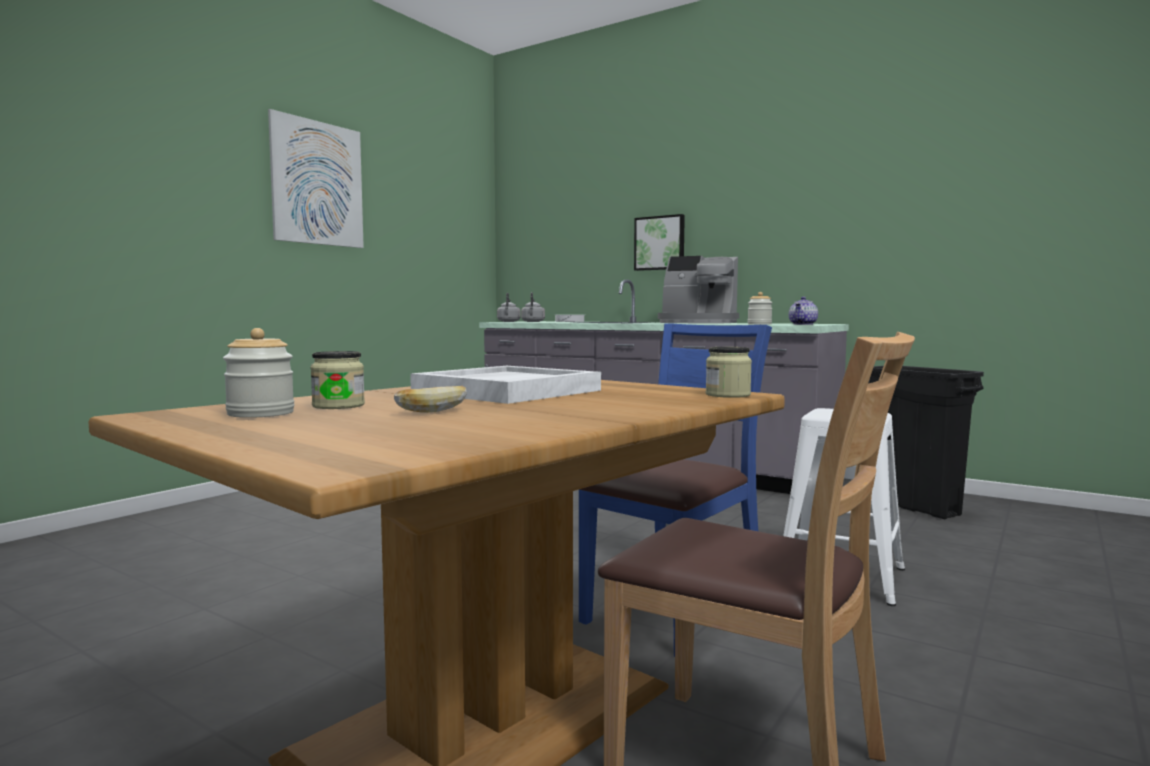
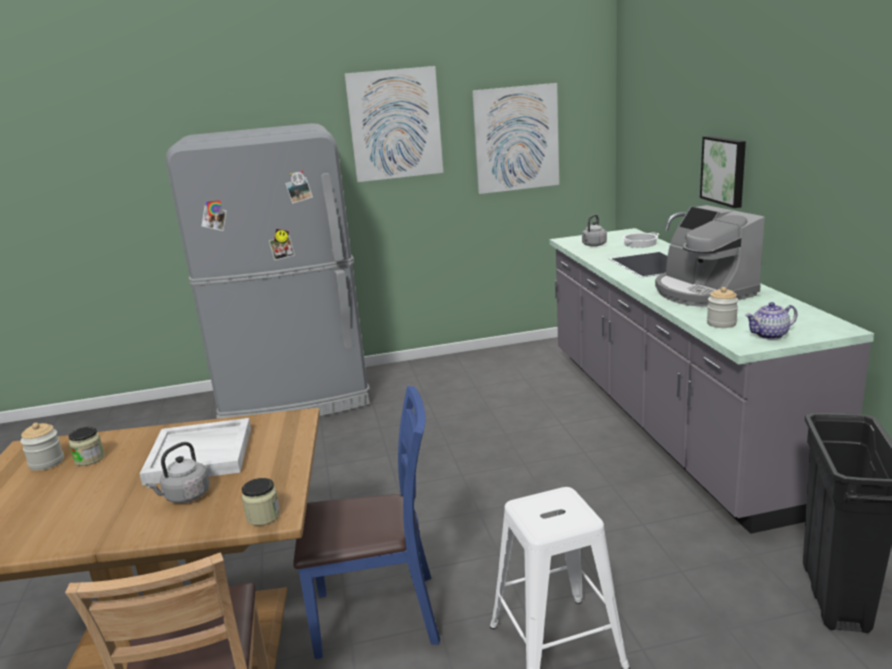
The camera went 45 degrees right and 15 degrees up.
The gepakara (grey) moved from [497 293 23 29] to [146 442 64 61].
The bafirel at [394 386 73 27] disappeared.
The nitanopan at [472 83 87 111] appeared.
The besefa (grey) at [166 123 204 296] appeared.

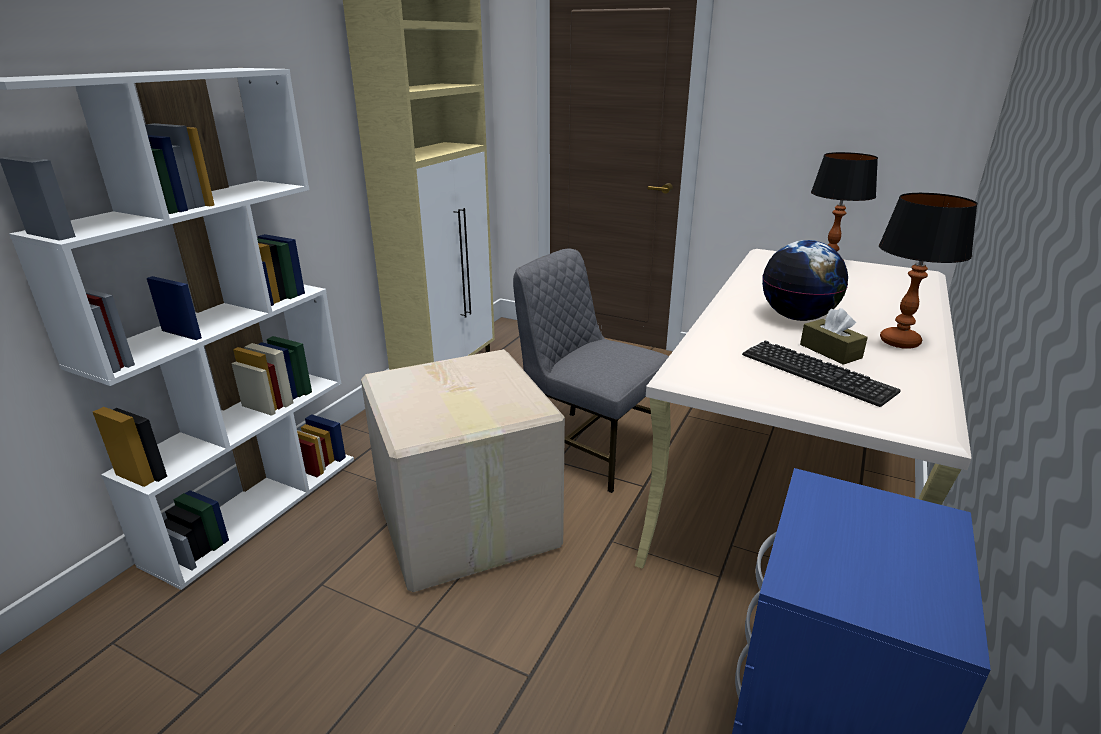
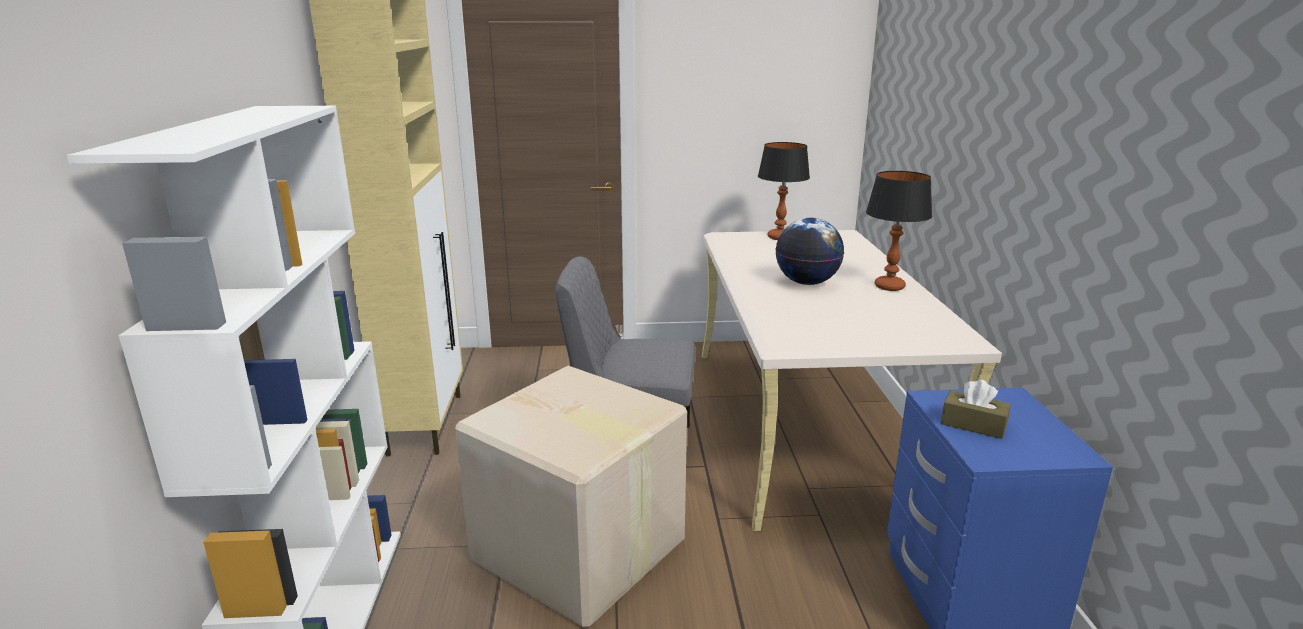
The camera went 30 degrees left and 5 degrees down.
The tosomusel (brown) moved from [800 308 68 57] to [941 380 70 59].
The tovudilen at [742 340 159 67] disappeared.

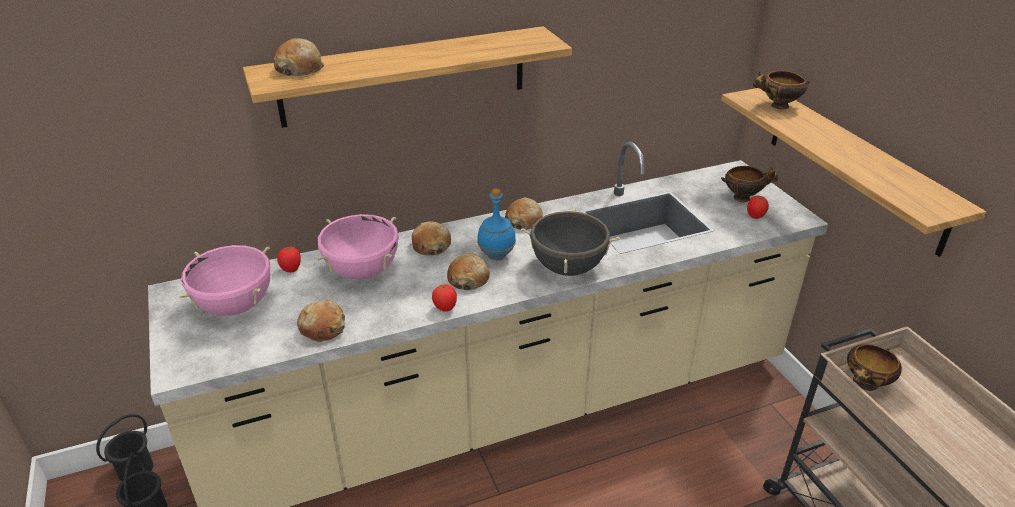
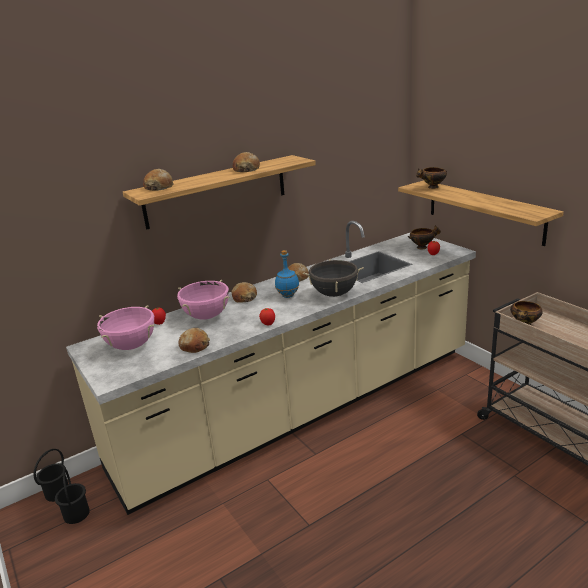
The camera went 10 degrees left and 10 degrees down.
The bafirel moved from [447 253 43 37] to [233 152 27 20].

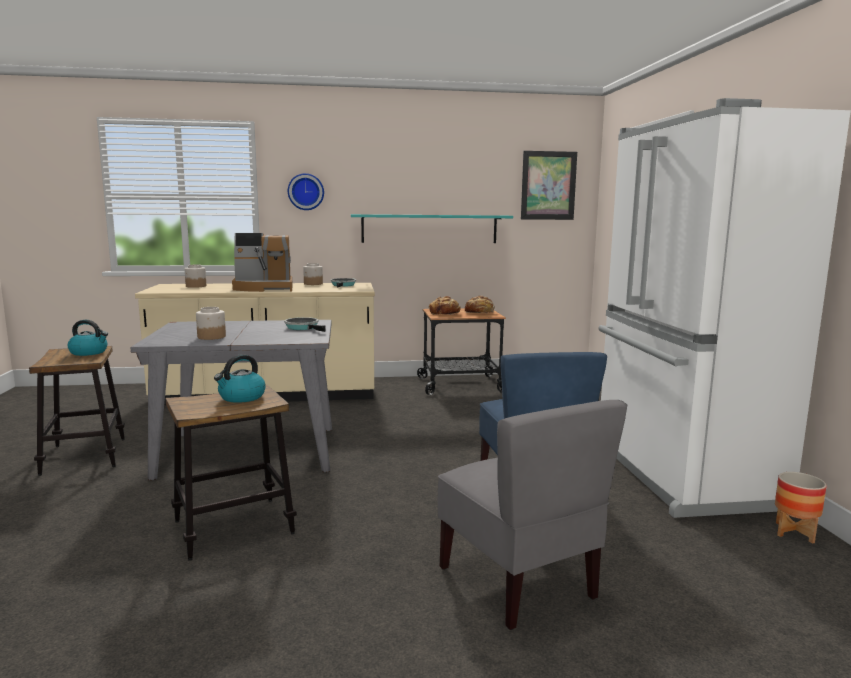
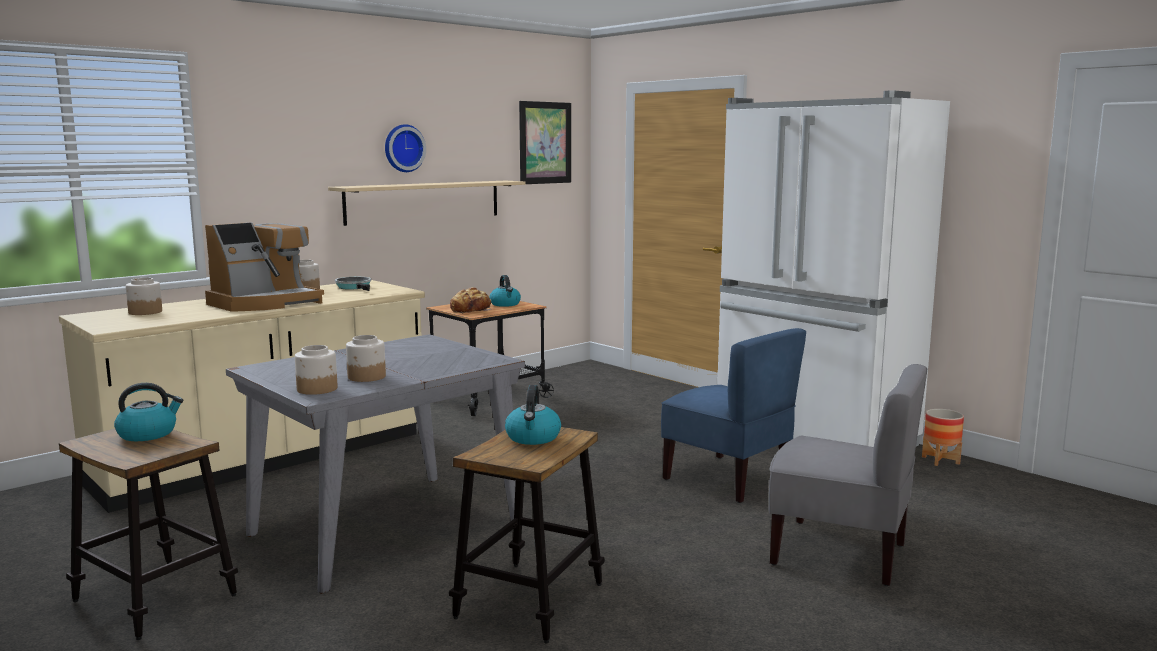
The camera went 35 degrees left and 0 degrees up.
The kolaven moved from [288 173 36 37] to [385 124 41 48].
The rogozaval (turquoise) at [351 214 162 29] became the rogozaval (beige) at [328 181 197 45].
The bafirel at [465 296 30 18] was replaced by the gepakara at [490 275 31 32].
The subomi at [284 317 42 15] disappeared.
The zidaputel at [295 345 42 50] appeared.

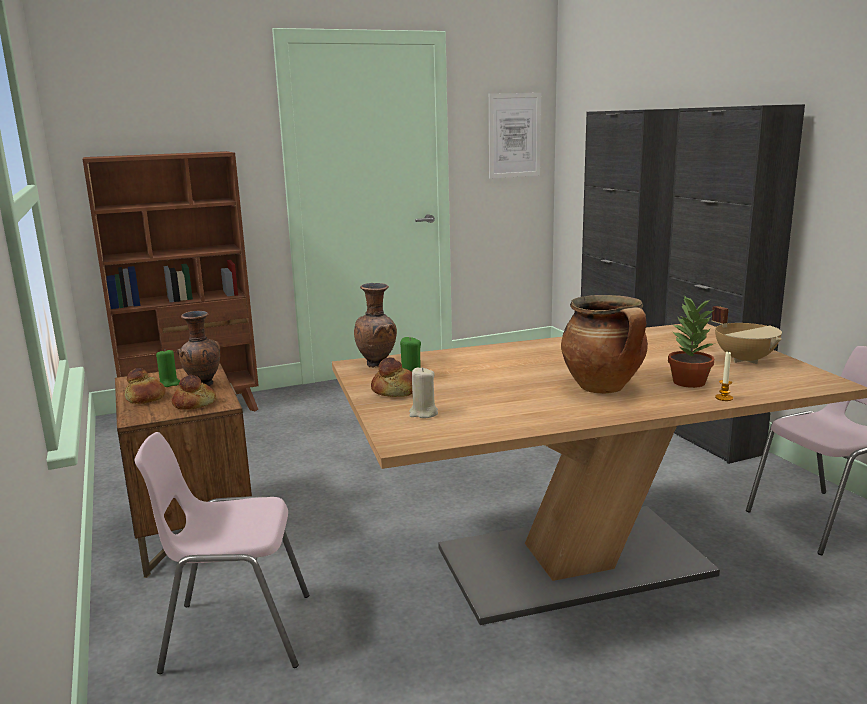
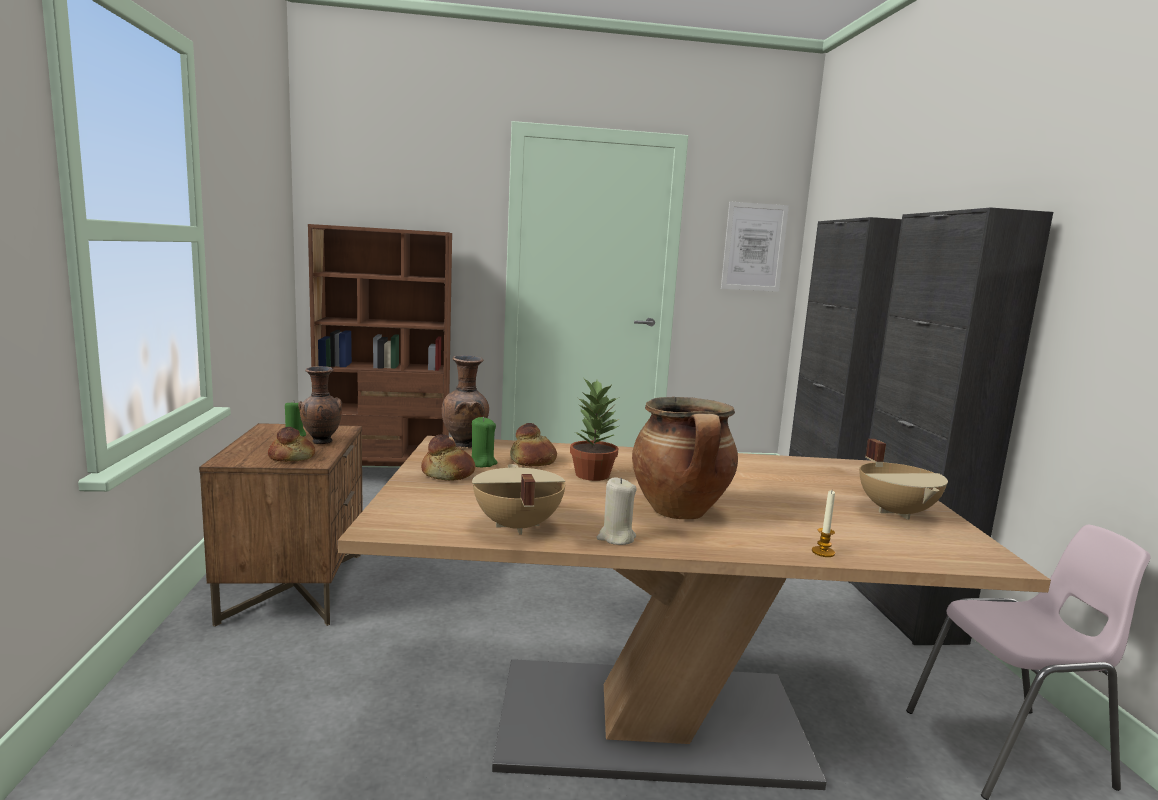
The camera went 15 degrees right and 5 degrees down.
The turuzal moved from [668 296 47 92] to [570 377 49 104].
The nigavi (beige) moved from [409 367 29 51] to [597 477 40 68].
The bafirel moved from [125 368 41 36] to [510 423 47 44].
The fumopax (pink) at [134 432 175 242] disappeared.
The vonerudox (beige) at [472 464 94 71] appeared.

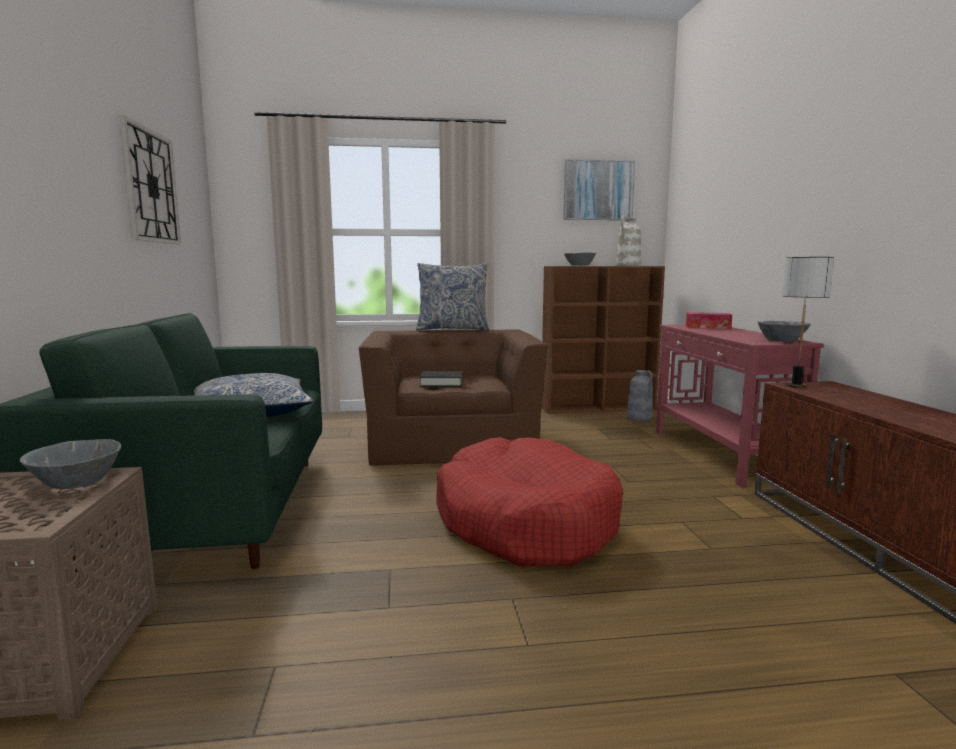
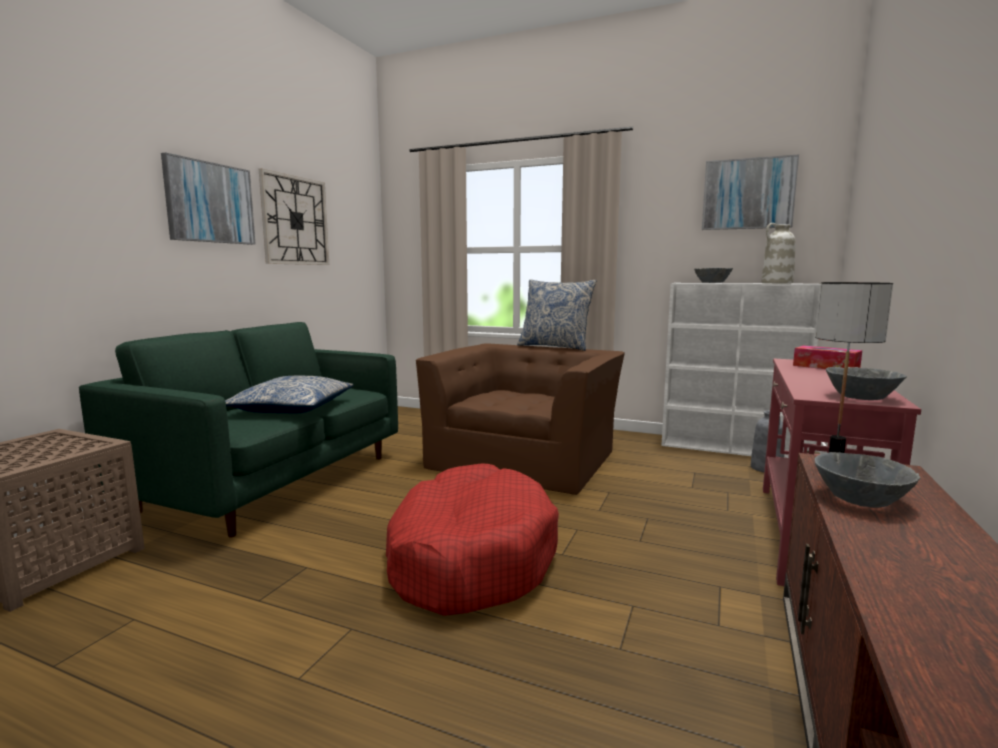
The camera went 30 degrees right and 0 degrees up.
The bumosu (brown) at [541 266 124 148] became the bumosu (white) at [661 283 160 175].
The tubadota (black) at [420 371 43 16] disappeared.
The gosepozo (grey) moved from [20 439 101 50] to [815 452 105 56].
The nitanopan at [161 153 95 92] appeared.

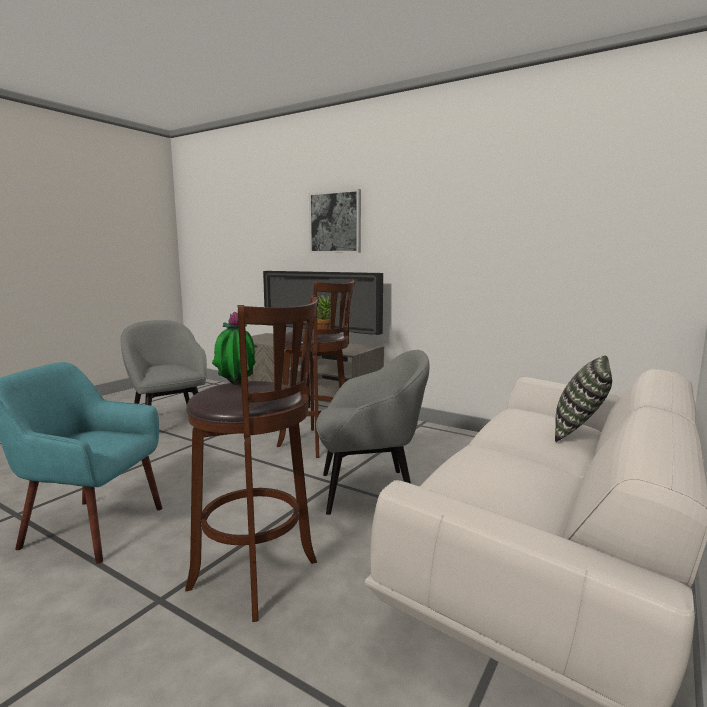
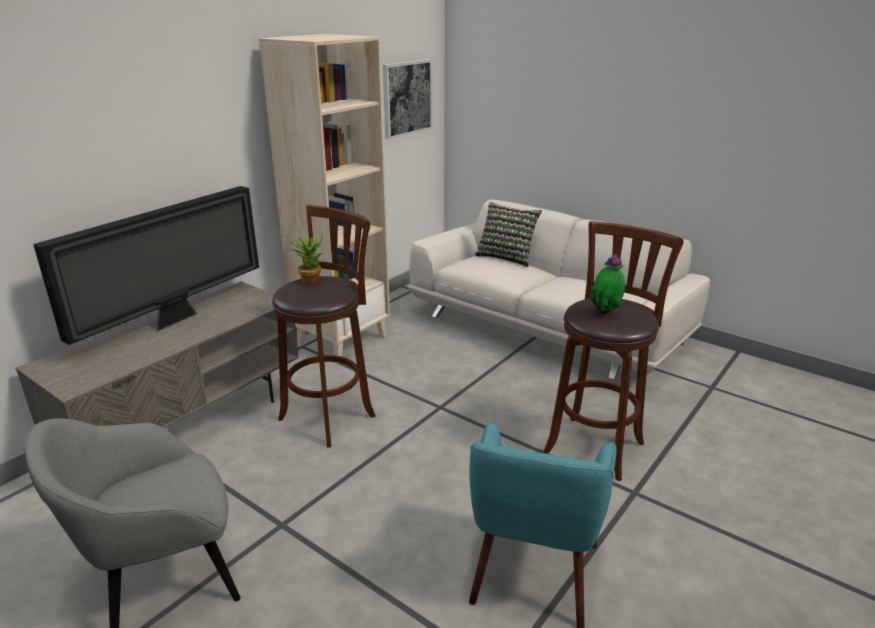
The camera went 85 degrees left and 15 degrees up.
The nitanopan moved from [309 189 52 64] to [383 59 49 80].
The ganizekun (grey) at [316 350 113 165] disappeared.
The bumosu (beige) at [259 34 131 329] appeared.

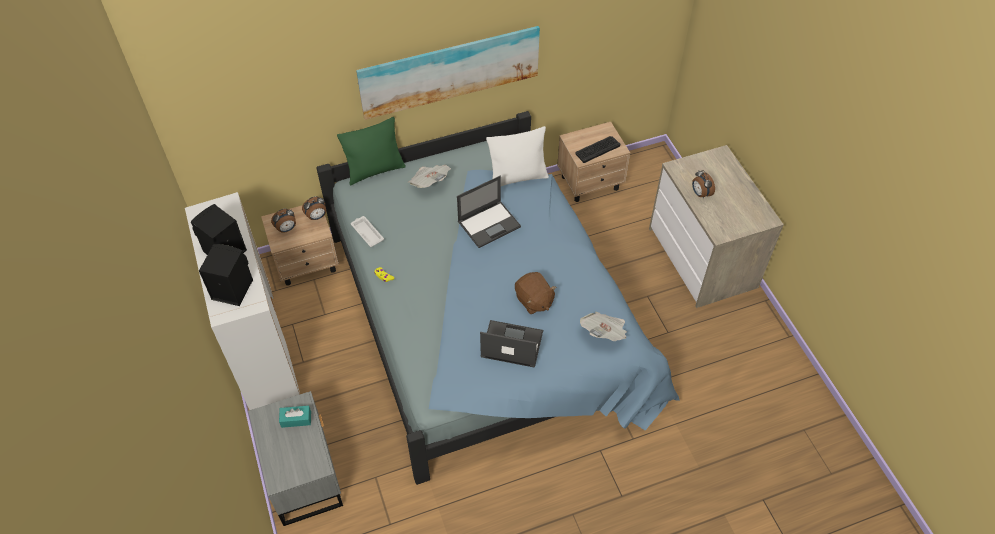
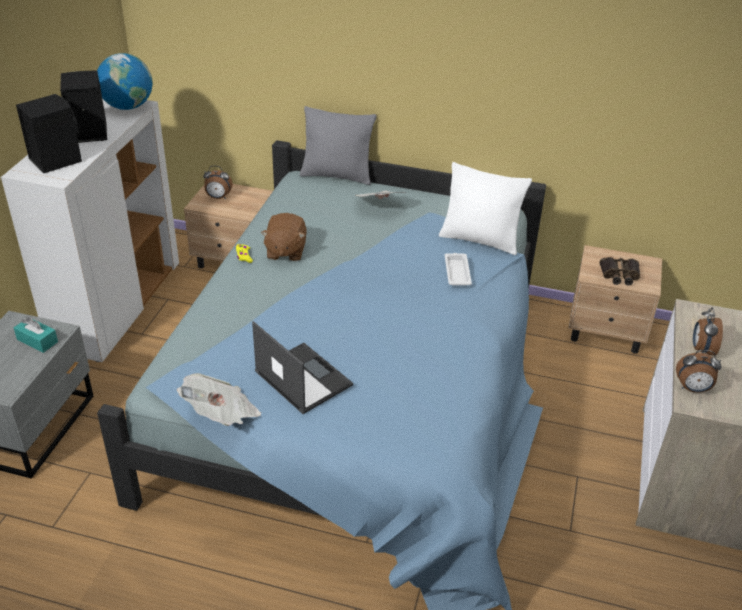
The camera went 35 degrees right and 15 degrees down.
The nitanopan at [356 26 184 94] disappeared.
The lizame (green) at [337 117 69 68] became the lizame (grey) at [300 106 77 79].
The tovudilen at [575 136 45 27] was replaced by the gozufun at [599 257 41 29].
The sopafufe at [457 176 64 72] disappeared.
The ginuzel moved from [302 196 24 24] to [676 350 45 43].
The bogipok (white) moved from [351 216 33 31] to [445 253 27 33].
The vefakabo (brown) moved from [515 272 41 42] to [261 213 46 48].
The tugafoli moved from [580 312 47 29] to [177 373 84 53].
The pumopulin at [97 53 56 57] appeared.

